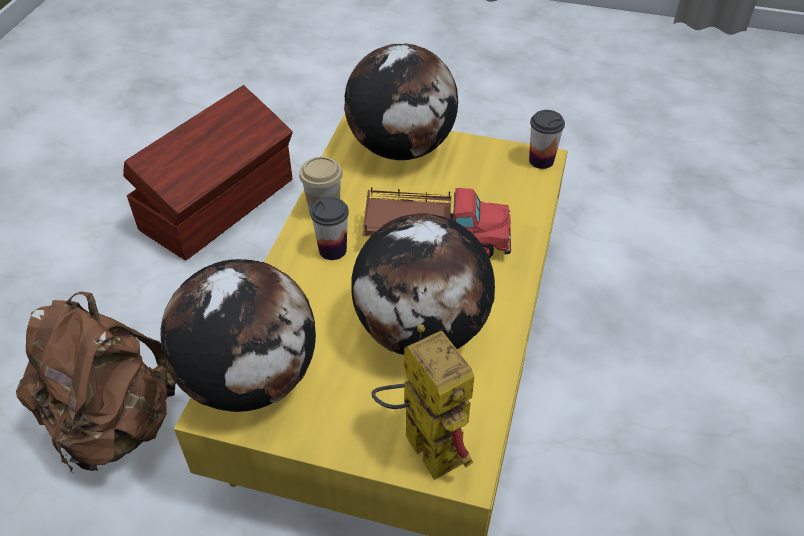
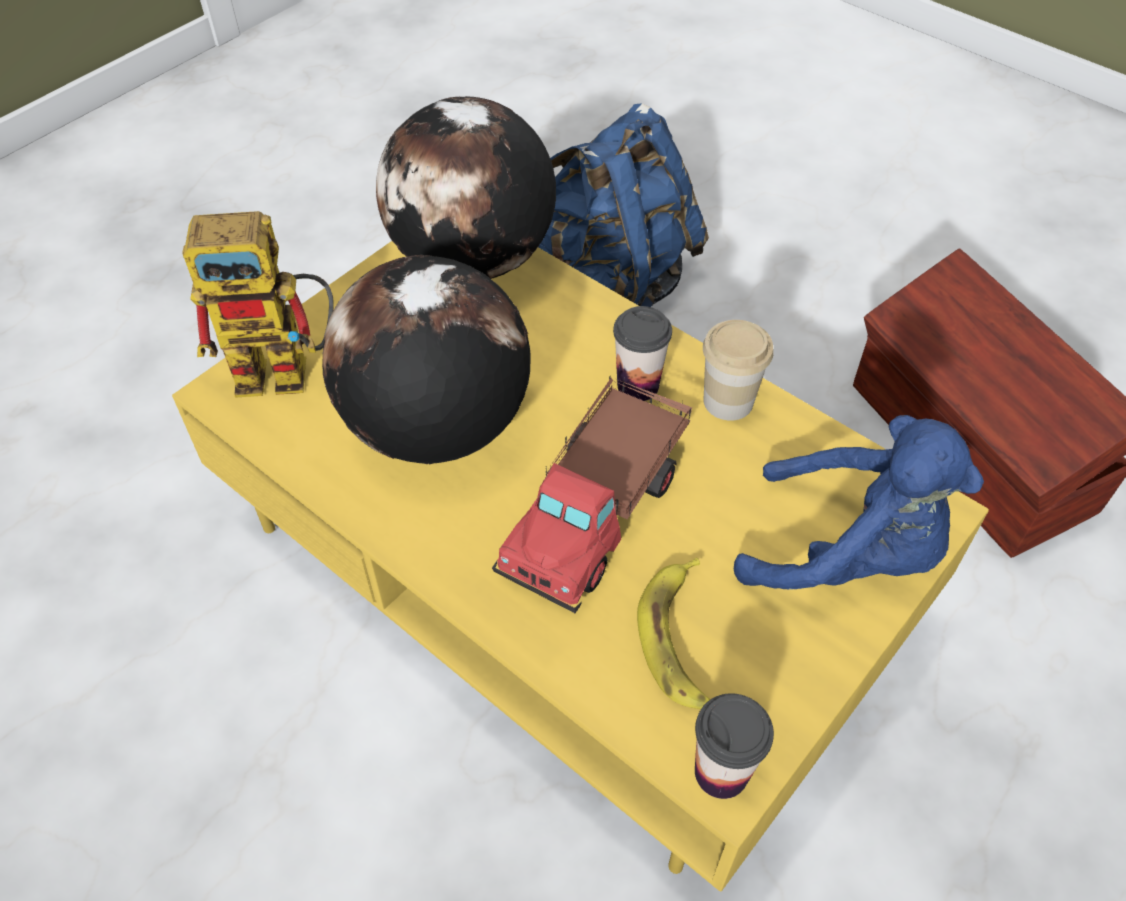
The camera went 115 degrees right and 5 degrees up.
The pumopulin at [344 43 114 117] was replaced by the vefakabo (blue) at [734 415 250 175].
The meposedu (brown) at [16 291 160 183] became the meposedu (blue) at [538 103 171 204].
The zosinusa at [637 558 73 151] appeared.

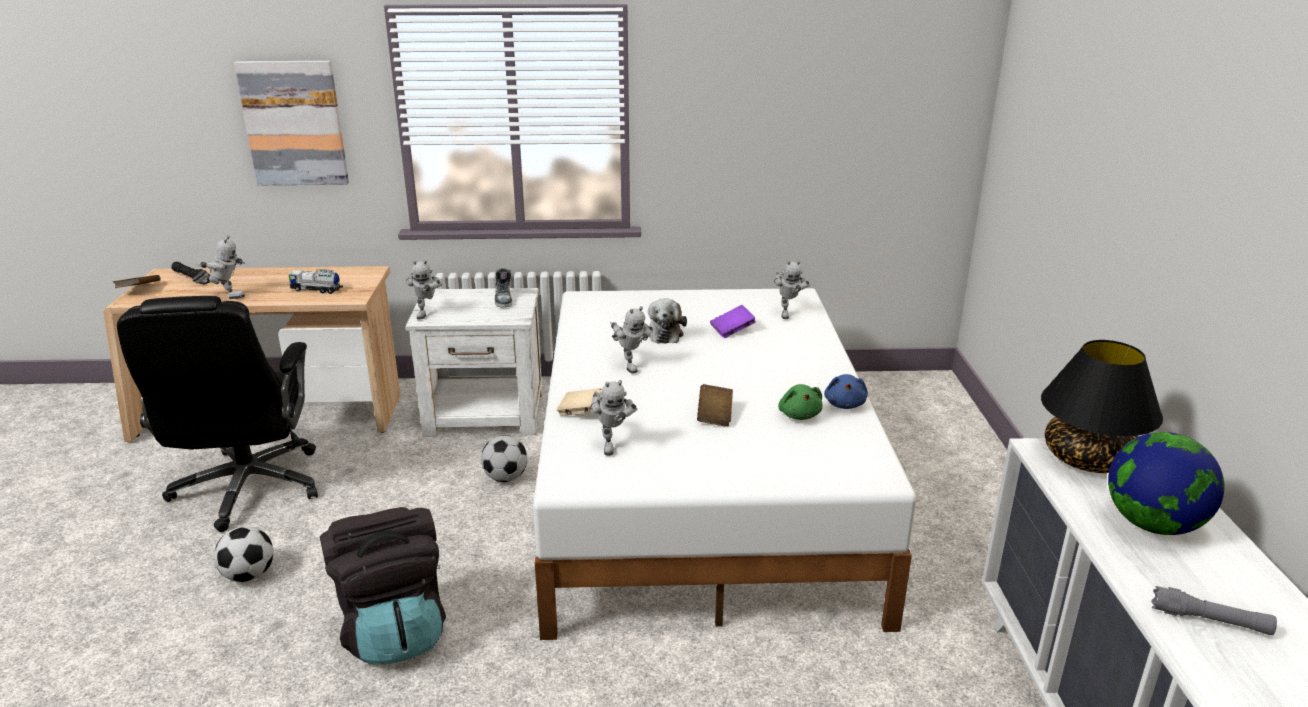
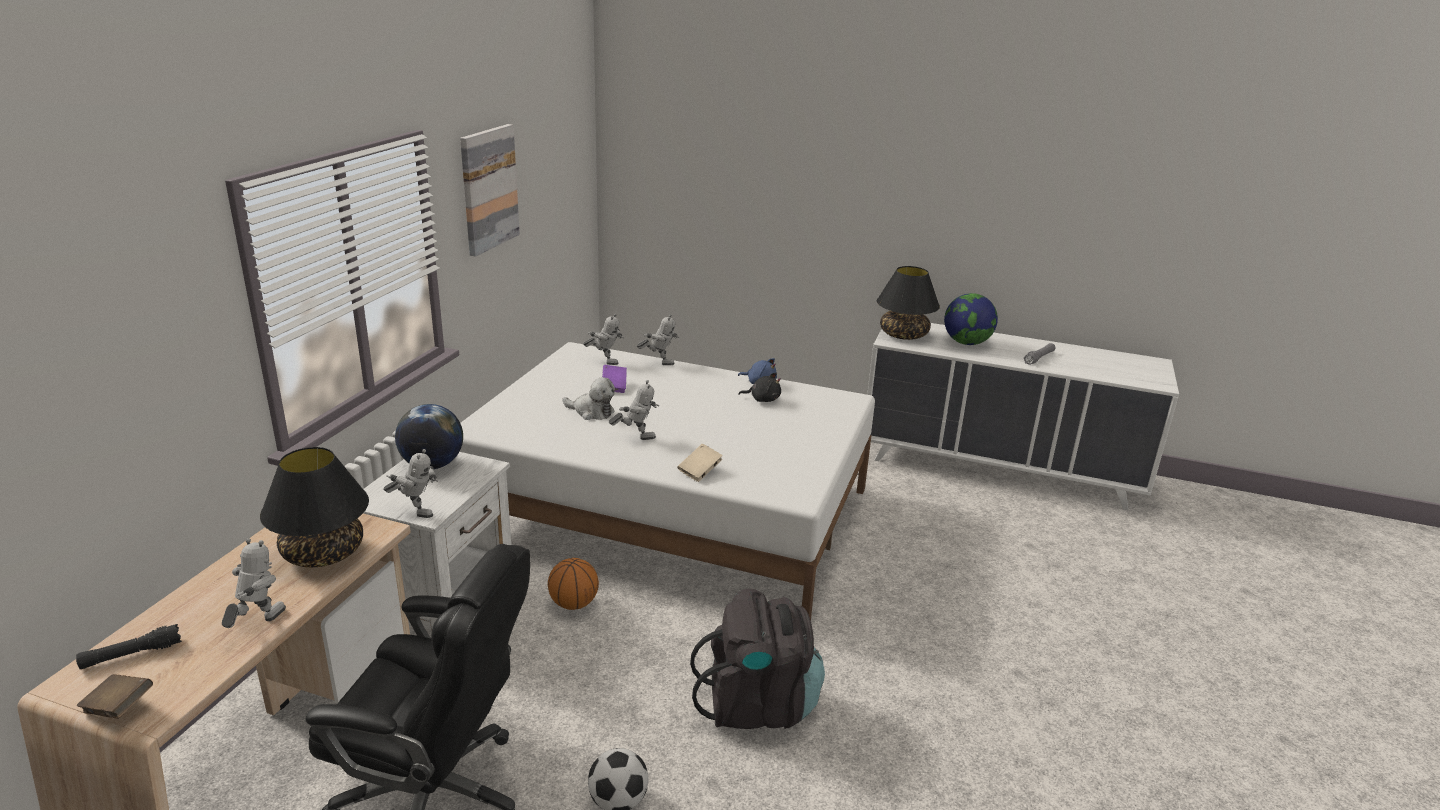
The camera went 70 degrees left and 0 degrees up.
The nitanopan moved from [234 61 115 124] to [460 124 60 133].
The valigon at [495 268 18 40] was replaced by the pumopulin at [395 404 68 65].
The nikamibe at [288 269 55 25] was replaced by the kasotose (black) at [260 447 109 120].
The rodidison moved from [590 380 47 76] to [637 314 43 51].
The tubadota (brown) at [697 384 36 42] disappeared.
The vefakabo (green) at [778 384 44 36] became the vefakabo (black) at [738 373 43 29].
The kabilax at [481 435 46 47] was replaced by the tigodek at [548 558 51 52].

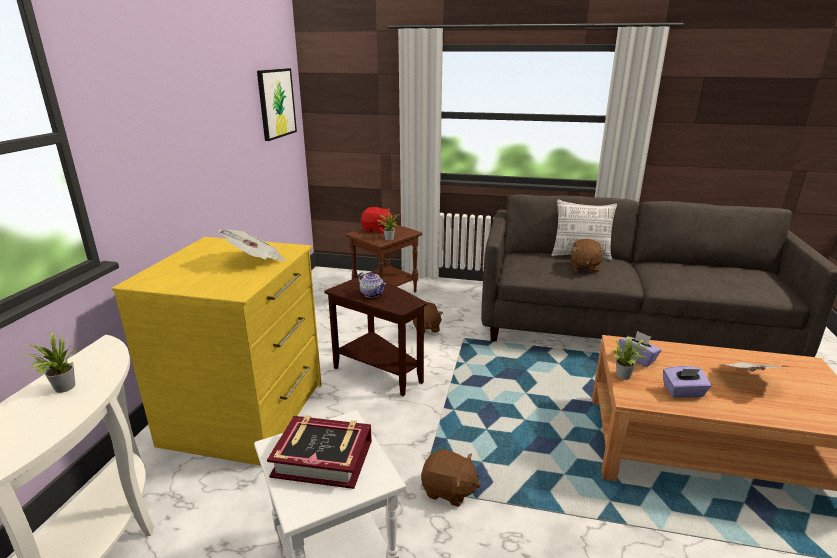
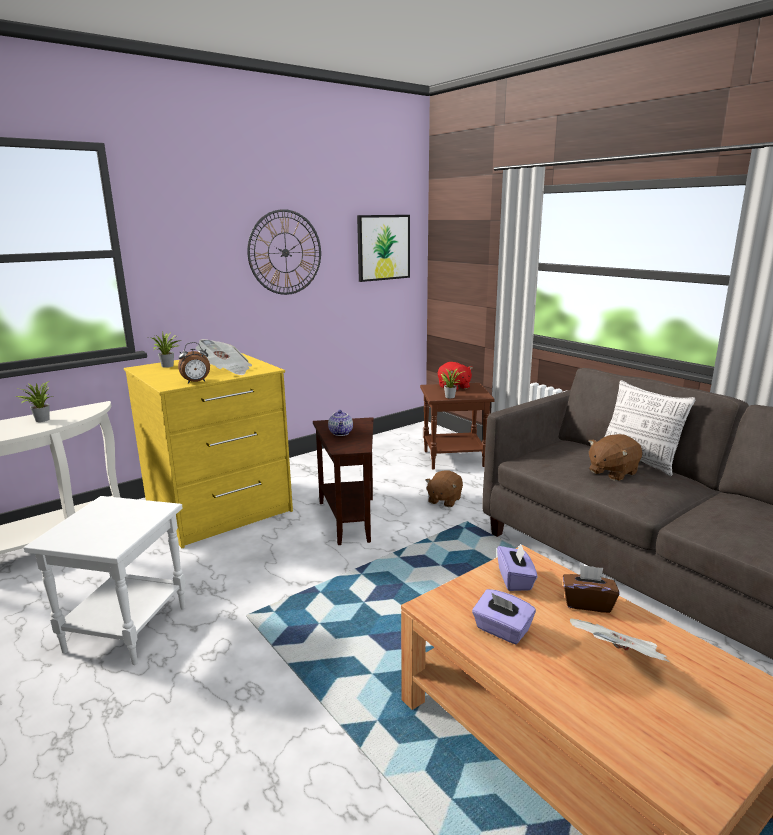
The camera went 40 degrees right and 5 degrees down.
The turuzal moved from [612 336 40 44] to [152 332 30 36].
The tubadota at [267 415 105 74] disappeared.
The vefakabo (brown) at [421 449 59 58] disappeared.
The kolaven at [247 209 74 86] appeared.
The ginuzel at [178 342 32 42] appeared.
The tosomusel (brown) at [563 565 56 48] appeared.

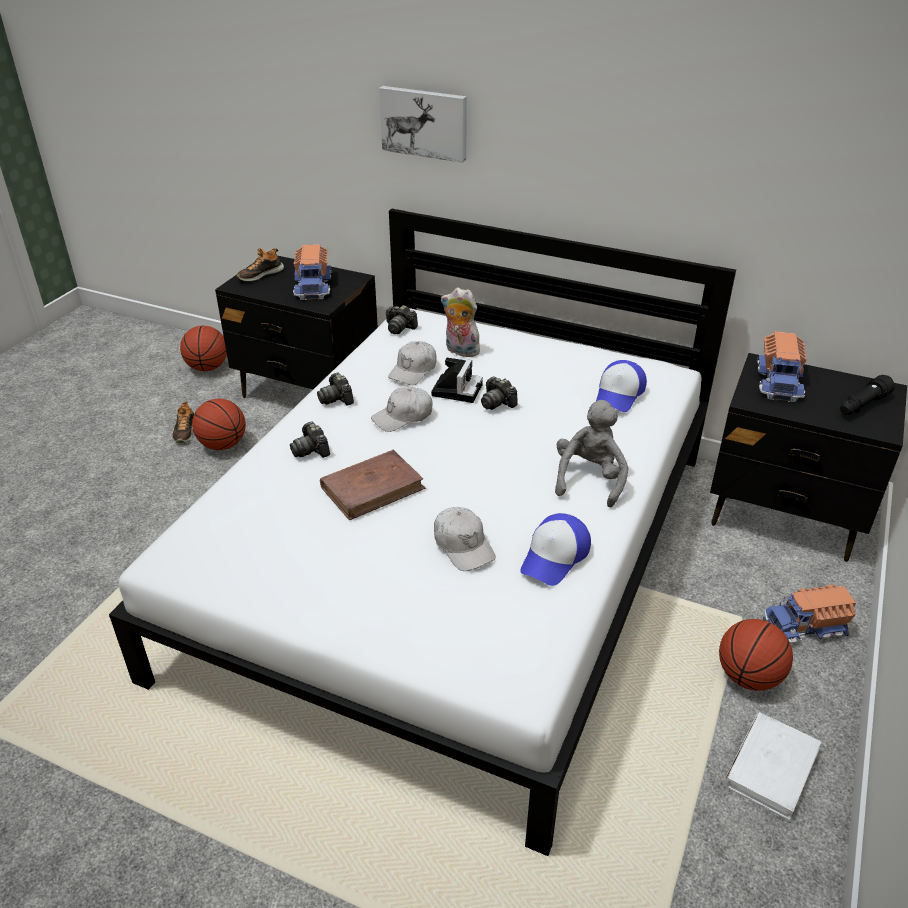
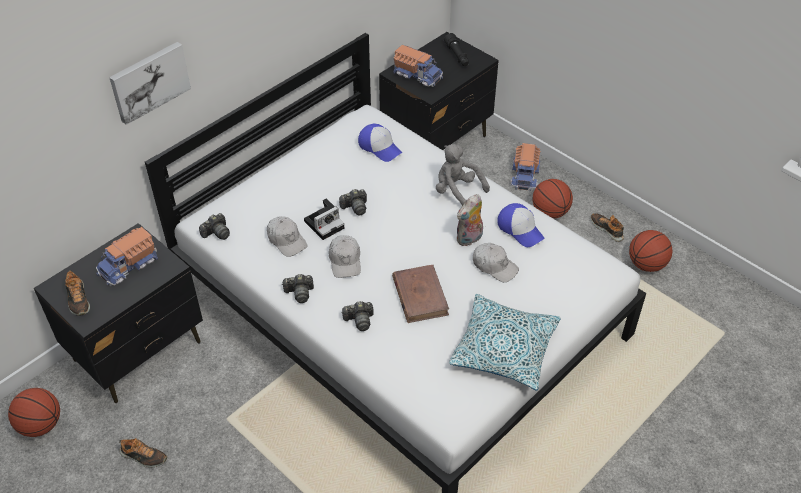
The camera went 70 degrees left and 10 degrees up.
The nikamibe at [293 244 39 56] turned 120 degrees clockwise.
The vefakabo moved from [441 288 41 69] to [456 194 27 53].
The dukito at [431 358 52 45] turned 105 degrees clockwise.
The tigodek moved from [192 399 54 51] to [629 230 44 42].
The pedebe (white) at [434 507 62 64] turned 45 degrees clockwise.
The tubadota (white) at [724 712 97 109] was replaced by the valigon at [591 213 33 29].
The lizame at [449 294 111 97] appeared.

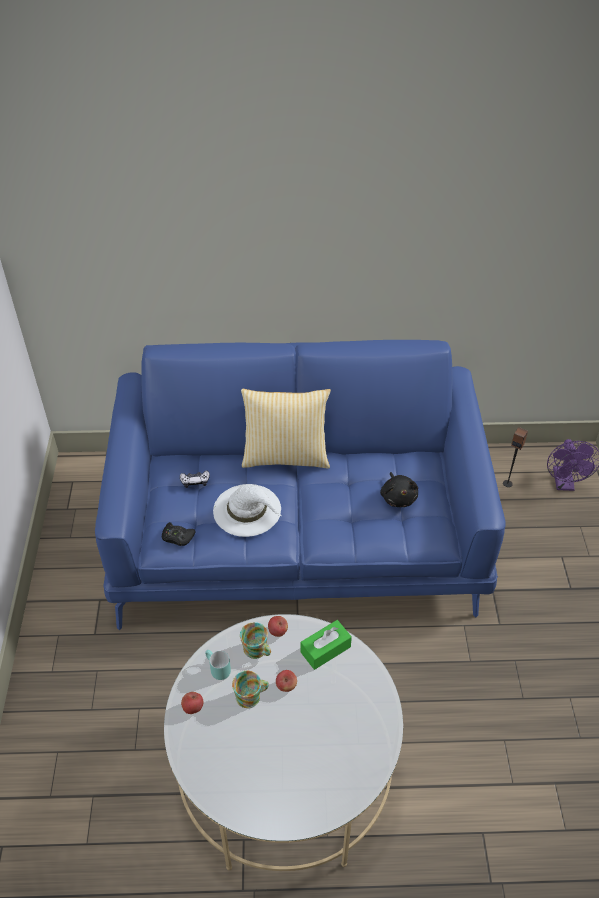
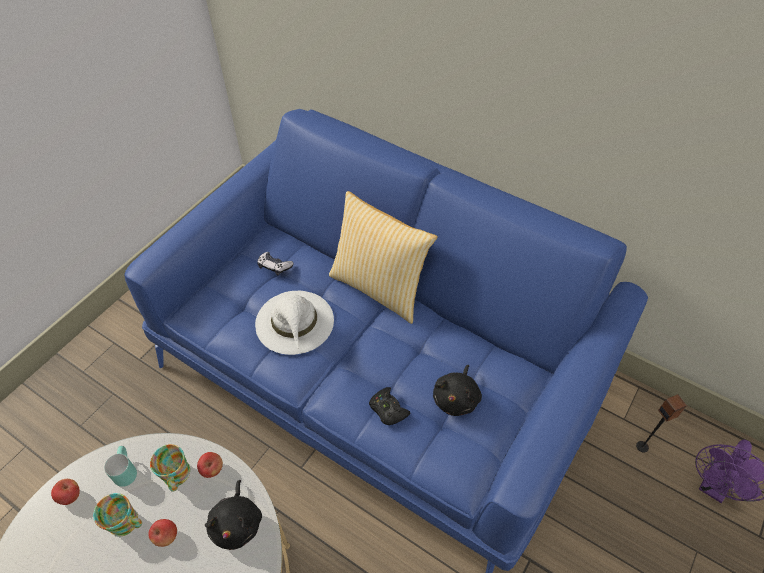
The camera went 35 degrees right and 5 degrees up.
The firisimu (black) moved from [162 522 33 24] to [369 387 41 38].
The tosomusel (green) at [301 620 51 50] was replaced by the vefakabo (black) at [205 480 57 70].

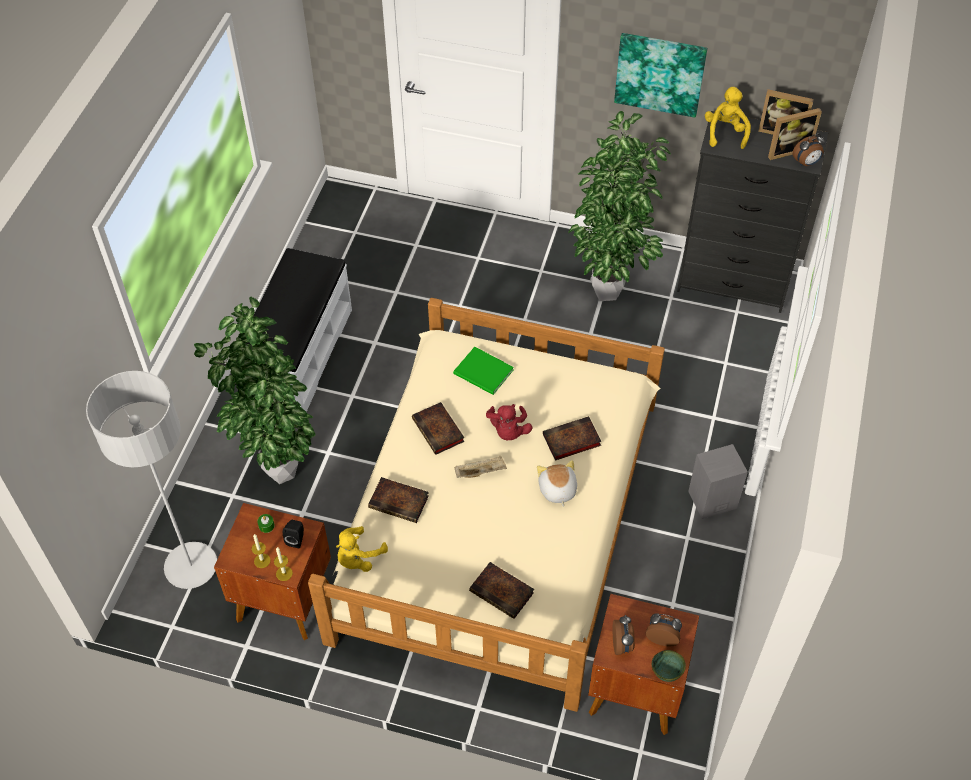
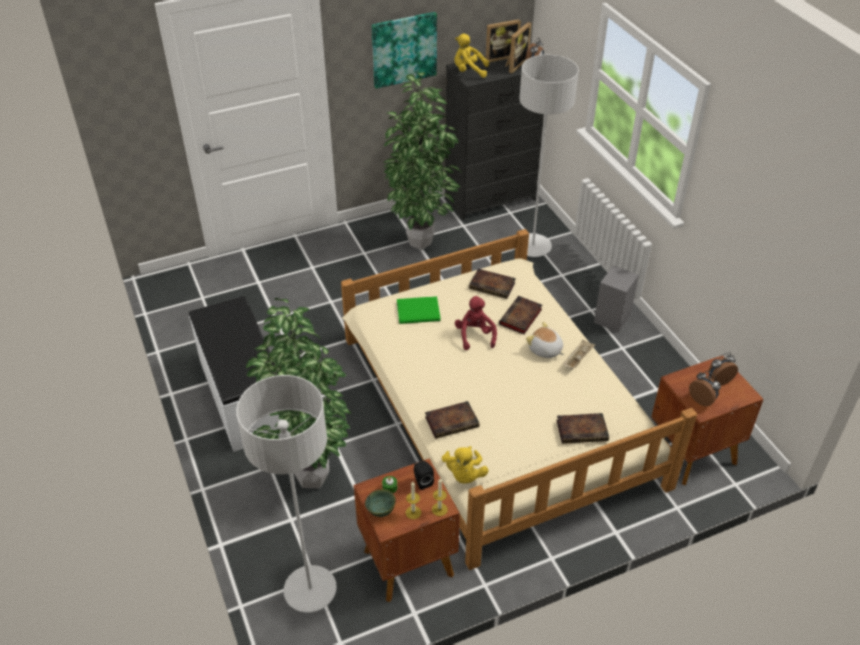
The camera went 40 degrees left and 10 degrees down.
The vefakabo (yellow) at [705 87 46 62] turned 45 degrees counterclockwise.
The tubadota moved from [412 402 52 53] to [469 269 47 30].
The vefakabo (red) at [486 404 47 37] turned 150 degrees counterclockwise.
The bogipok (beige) moved from [455 456 52 22] to [563 340 32 29].
The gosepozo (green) moved from [652 650 34 32] to [365 489 31 28].
The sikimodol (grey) at [519 55 60 202] appeared.

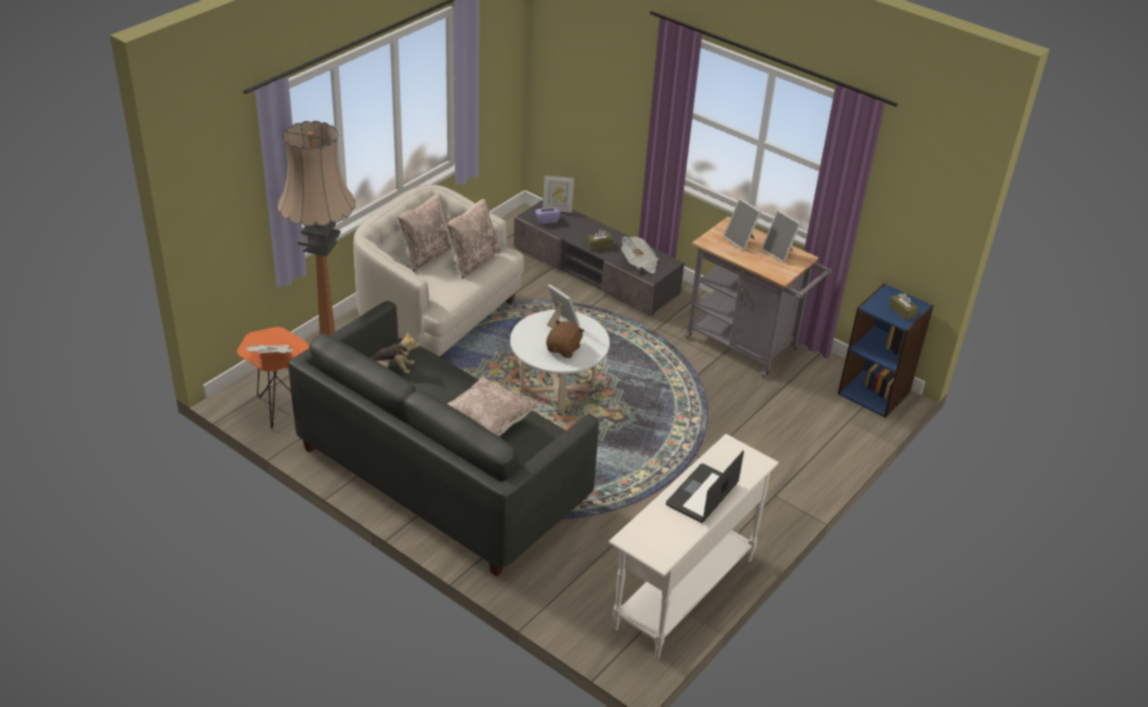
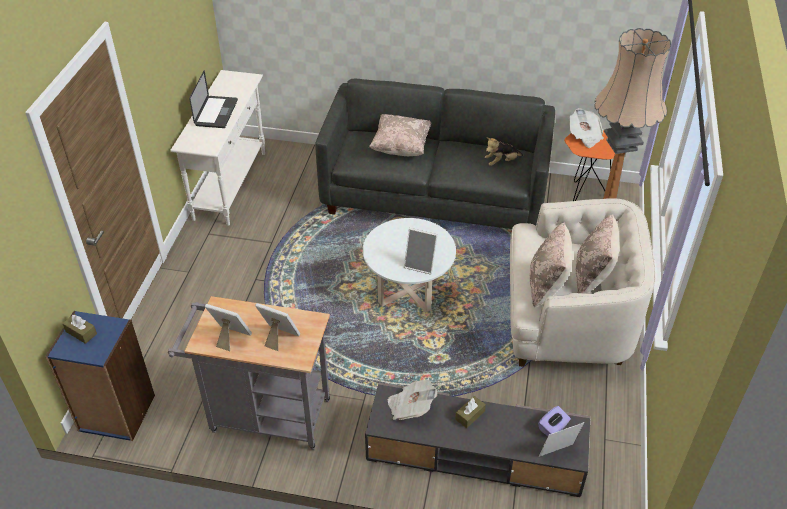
The camera went 155 degrees right and 5 degrees up.
The vefakabo (brown) at [546 320 38 38] disappeared.

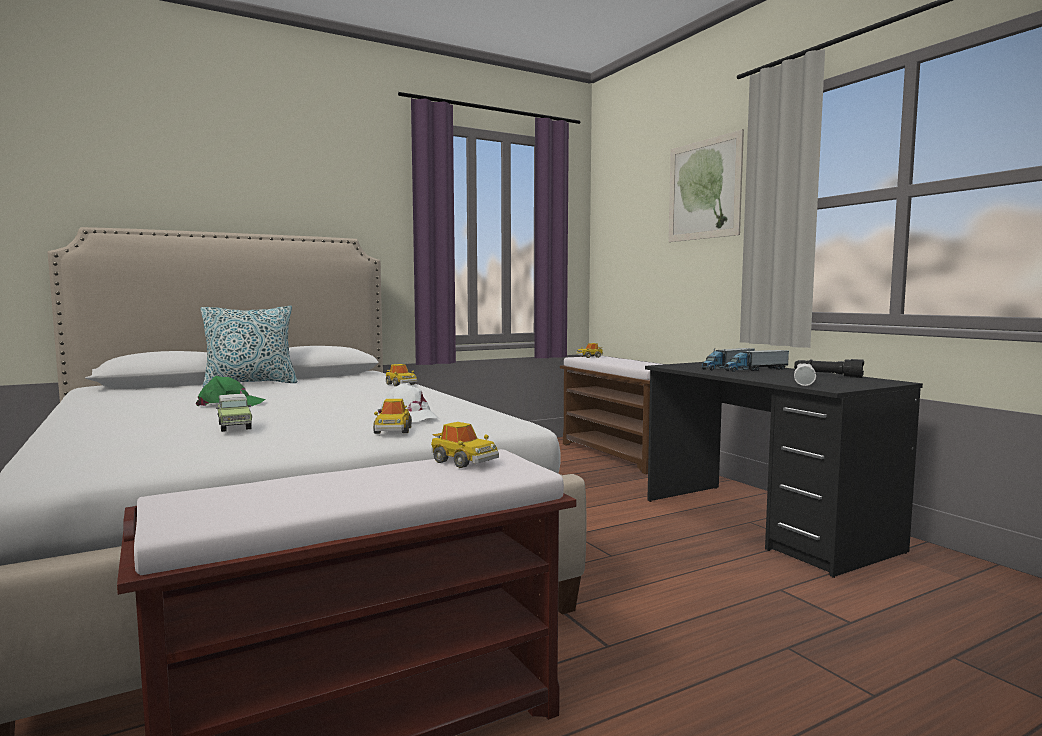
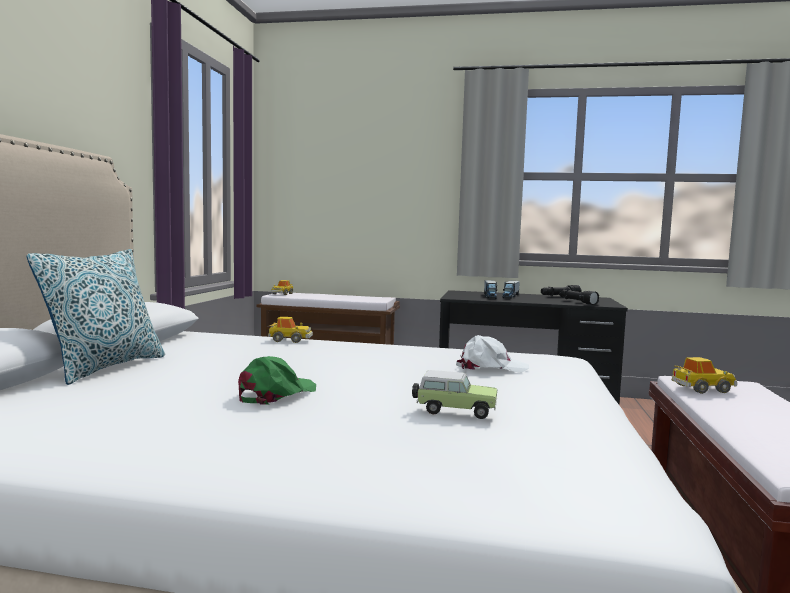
The camera went 50 degrees left and 0 degrees up.
The nitanopan at [668 129 76 113] disappeared.
The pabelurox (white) at [794 363 22 23] became the pabelurox (black) at [559 290 40 15].
The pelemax at [373 399 39 35] disappeared.

